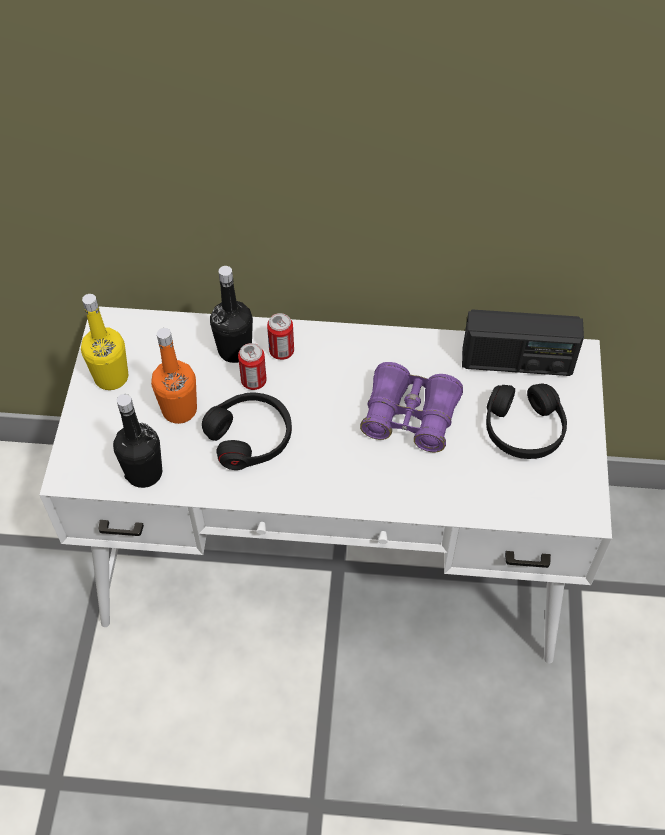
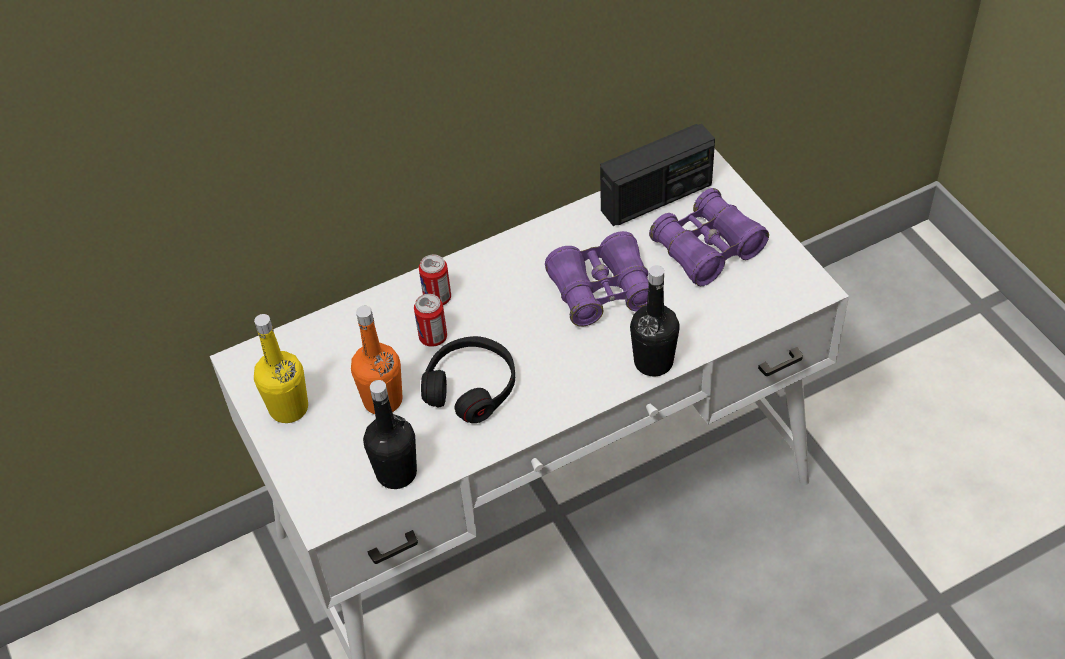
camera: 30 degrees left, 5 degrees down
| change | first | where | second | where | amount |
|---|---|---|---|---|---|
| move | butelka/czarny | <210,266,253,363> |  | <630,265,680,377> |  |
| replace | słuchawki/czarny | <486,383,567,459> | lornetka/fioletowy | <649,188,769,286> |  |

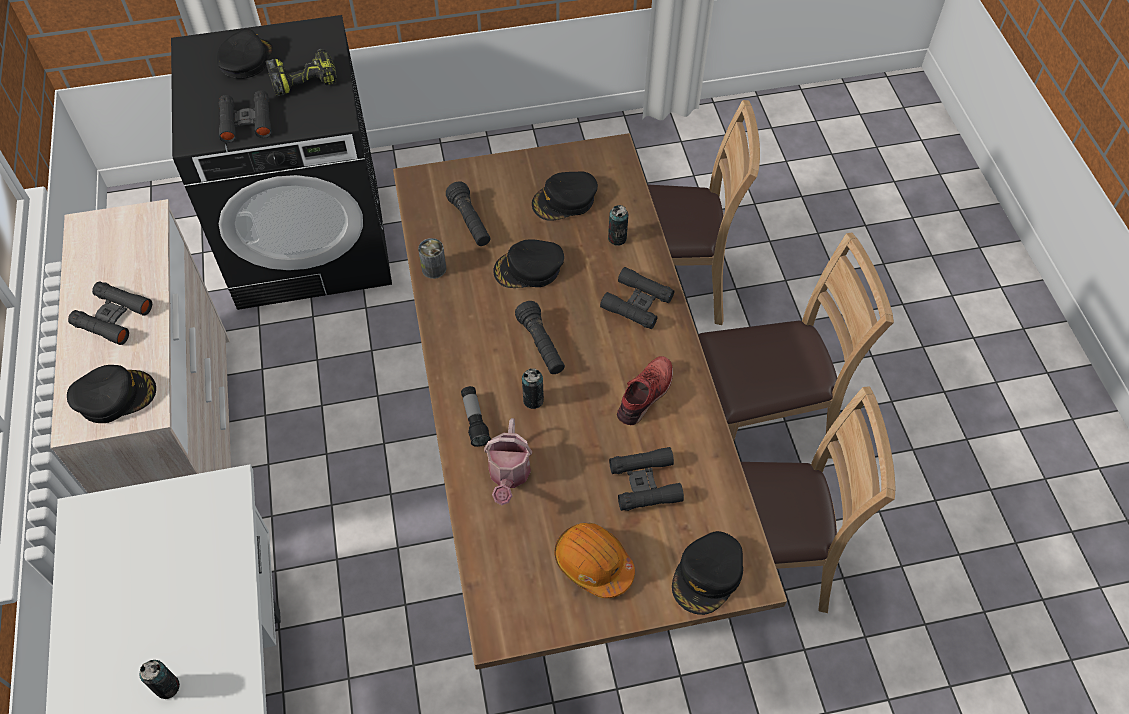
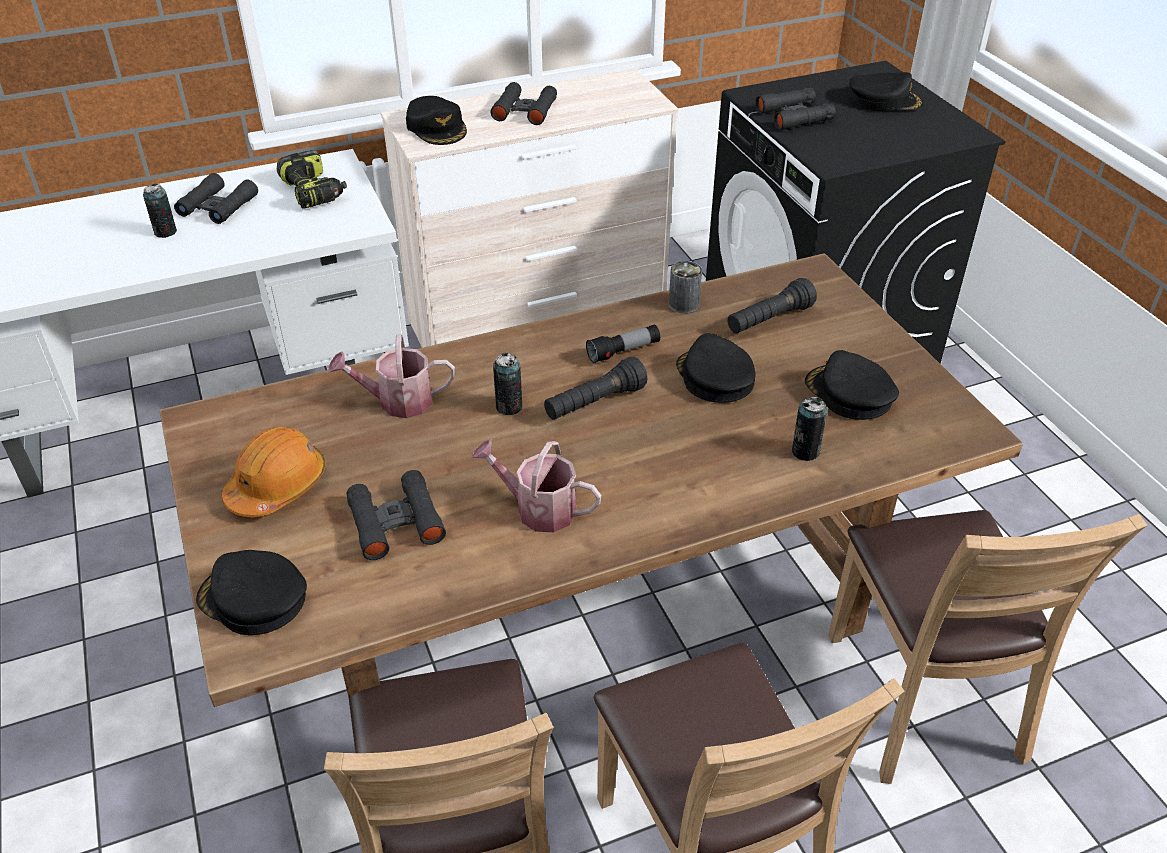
camera: 80 degrees right, 15 degrees down
| change | first | where | second | where | amount |
|---|---|---|---|---|---|
| move | wiertarka | <265,49,337,96> |  | <277,150,347,209> |  |
| move | latarka | <461,386,491,447> |  | <586,324,660,363> |  |
| move | lornetka/czarny | <600,267,675,329> |  | <174,173,258,224> |  |
| replace | but/czerwony | <617,356,673,425> | konewka | <471,439,601,532> |  |

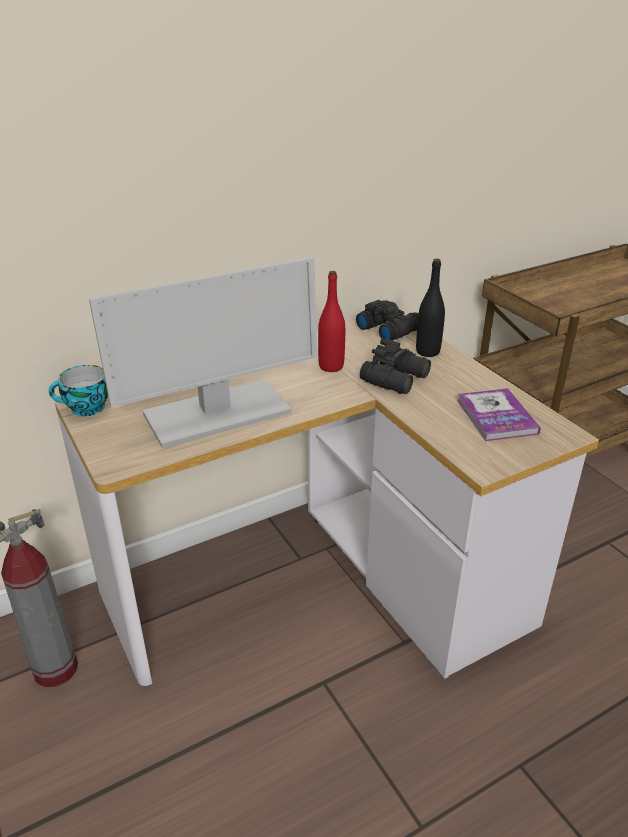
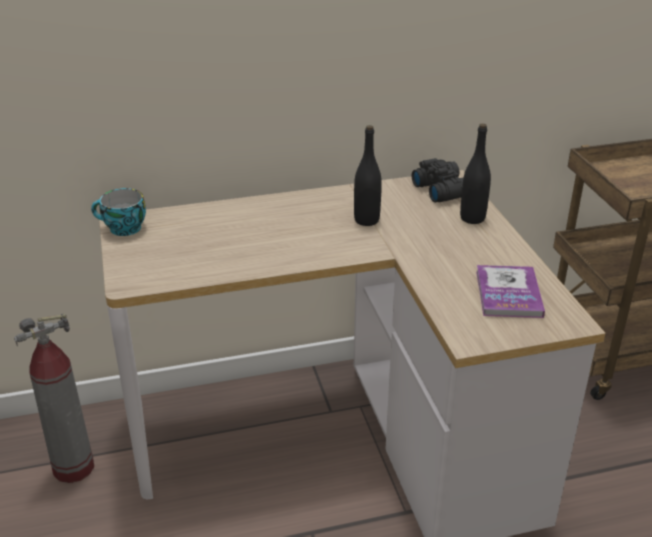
camera: 15 degrees right, 0 degrees up
| change | first | where | second | where | amount |
|---|---|---|---|---|---|
| delete | monitor | <89,257,318,448> |  |  |  |
| recolor | butelka/czerwony | <318,271,345,372> | butelka/czarny | <354,125,382,226> |  |
| delete | lornetka/czarny | <360,338,431,394> |  |  |  |

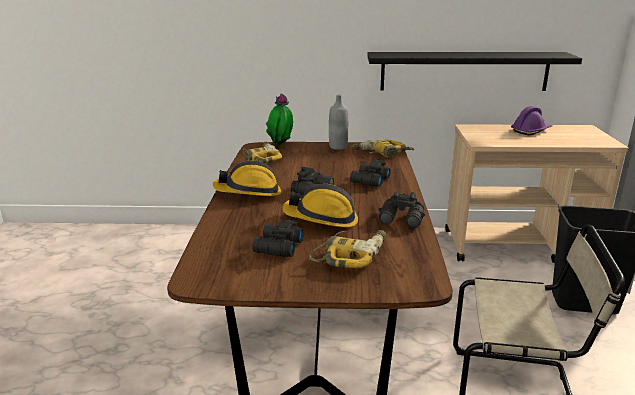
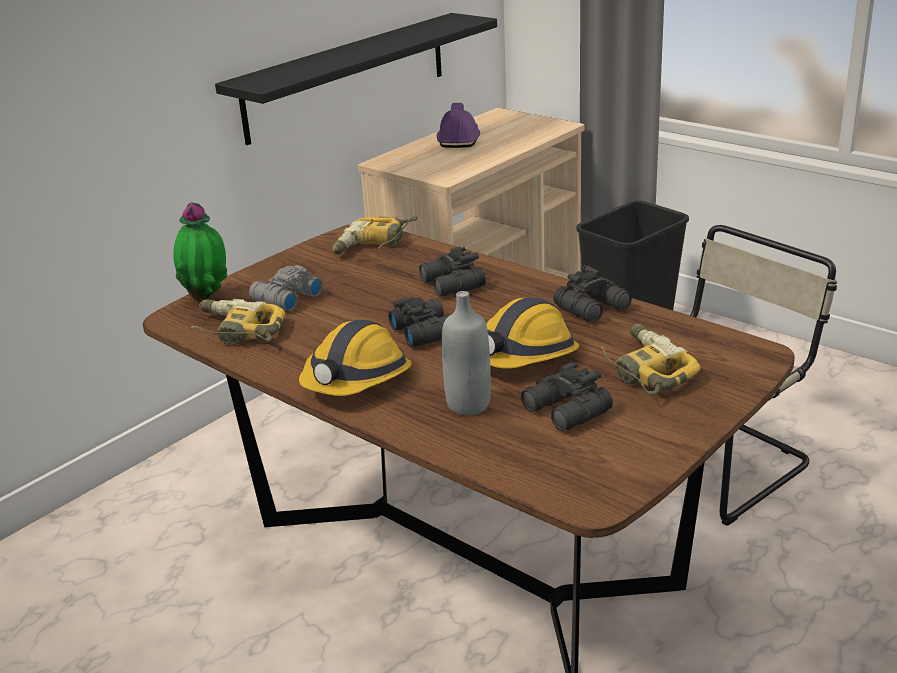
camera: 50 degrees left, 5 degrees up
| change | first | where | second | where | amount |
|---|---|---|---|---|---|
| move | butelka/szary | <329,95,348,150> |  | <442,291,491,415> |  |
| insert |  |  | lornetka/szary | <249,265,323,311> |  |

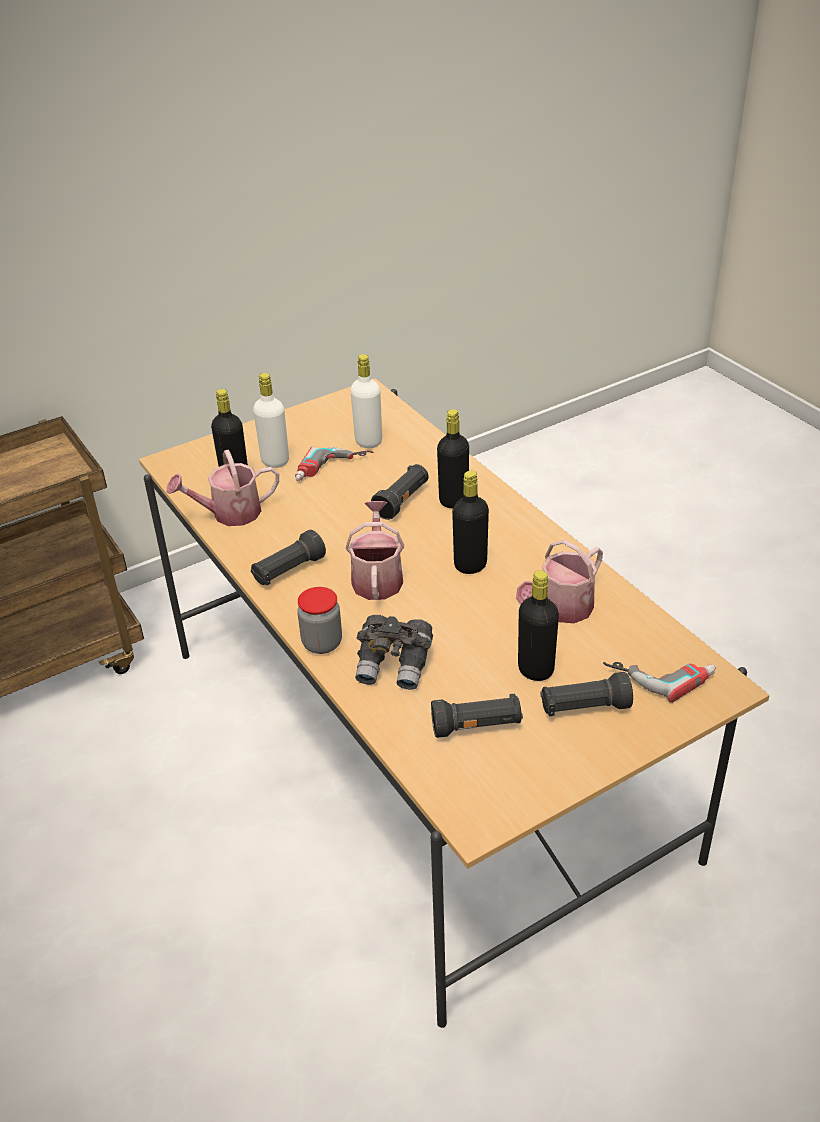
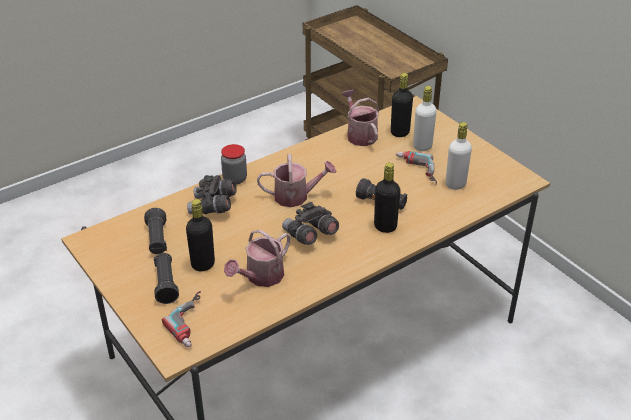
camera: 85 degrees right, 0 degrees up
| change | first | where | second | where | amount |
|---|---|---|---|---|---|
| delete | latarka/czarny | <251,530,326,586> |  |  |  |
| replace | butelka/czarny | <452,471,489,574> | lornetka/szary | <282,202,339,245> |  |
| rotate | konewka | <516,540,603,623> |  | <224,229,291,287> | 90 degrees counterclockwise |

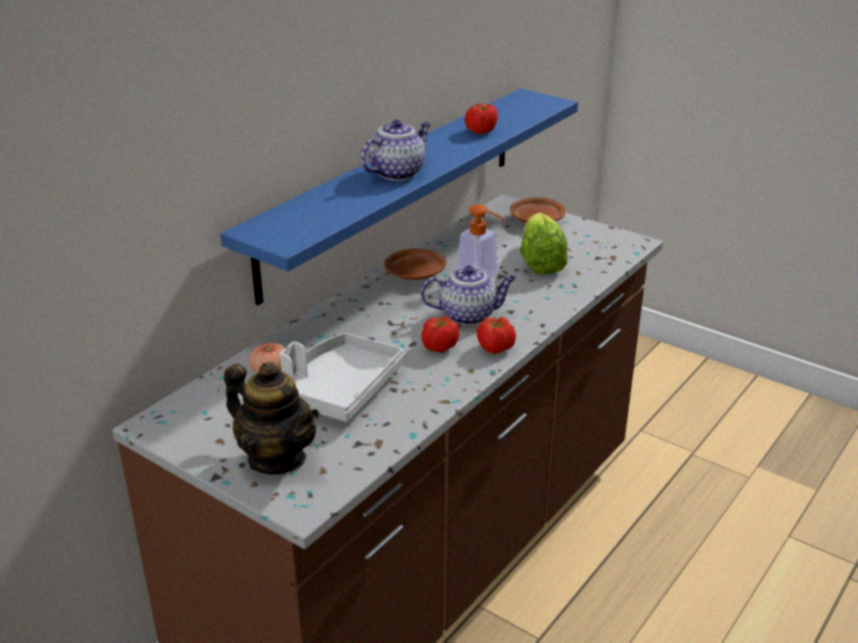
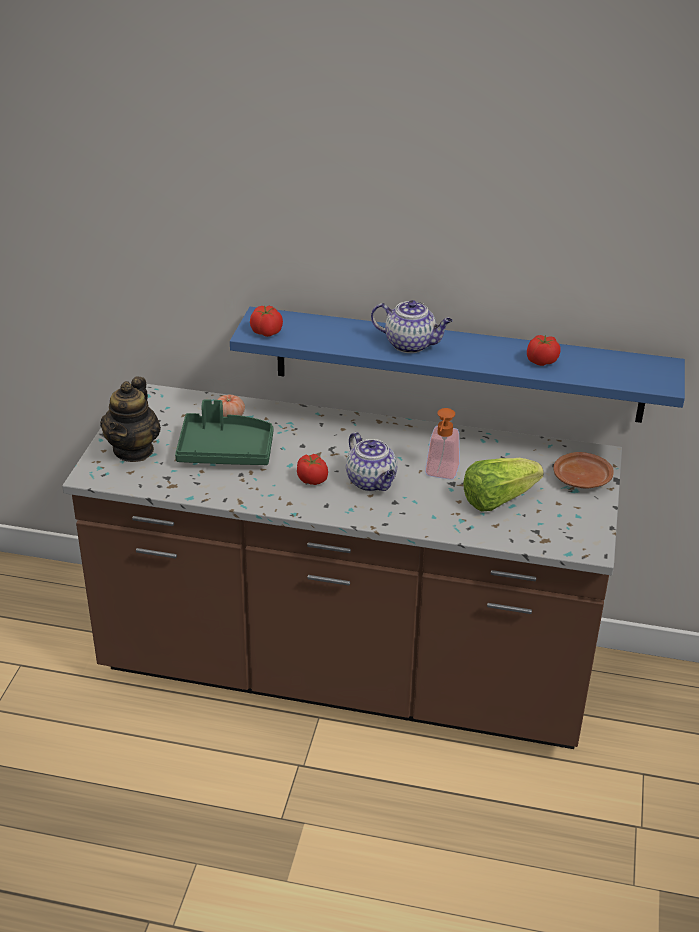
camera: 65 degrees right, 5 degrees up
| change | first | where | second | where | amount |
|---|---|---|---|---|---|
| recolor | taca/szary | <280,333,405,422> | taca/zielony | <175,399,273,465> |  |
| delete | talerz/brązowy | <384,248,447,280> |  |  |  |
| move | pomidor | <477,316,516,354> |  | <250,306,283,337> |  |

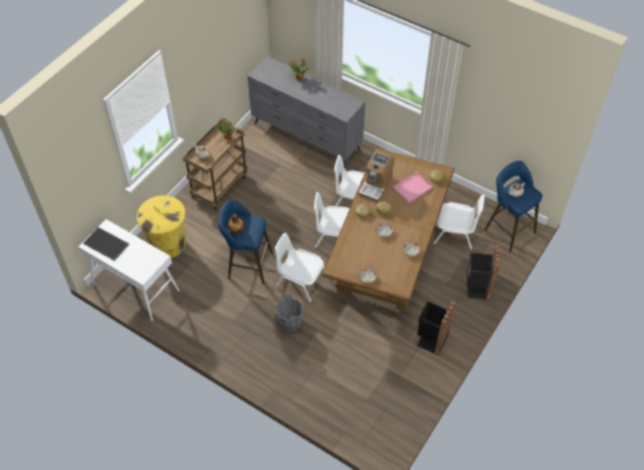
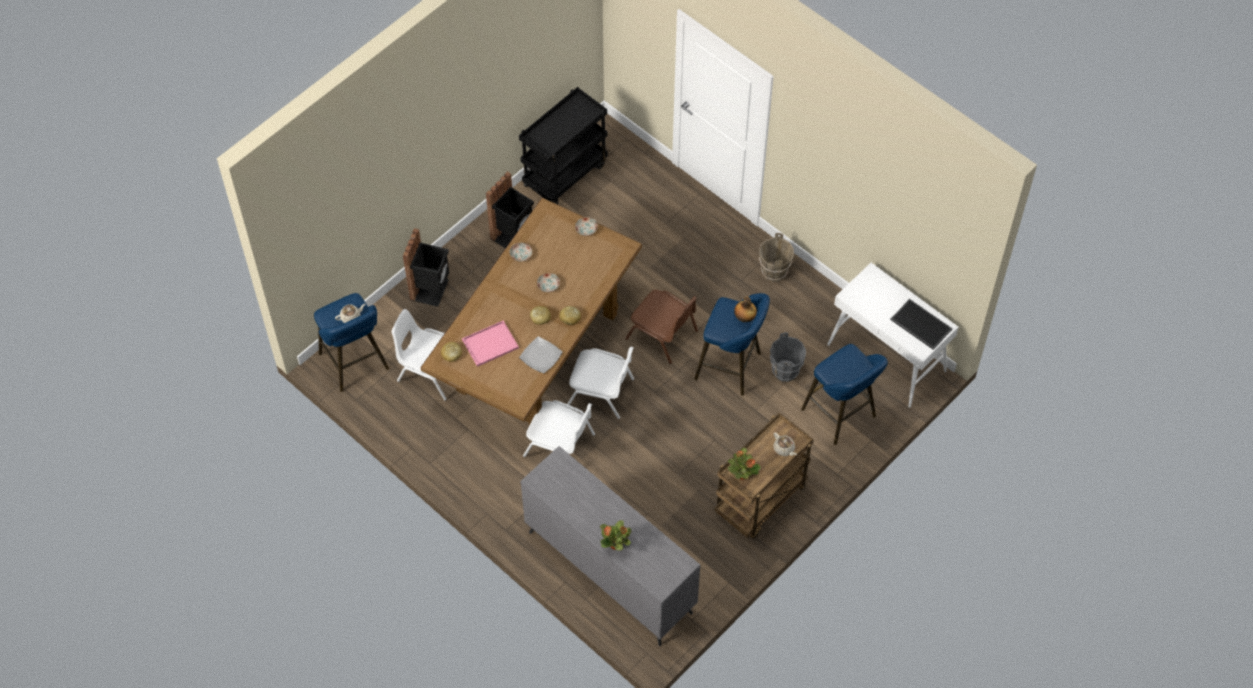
camera: 170 degrees left, 5 degrees up
| change | first | where | second | where | amount |
|---|---|---|---|---|---|
| replace | kosz na śmieci/żółty | <137,195,186,258> | stołek/niebieski | <801,344,888,445> |  |
| recolor | krzesło/biały | <275,233,325,302> | krzesło/brązowy | <625,290,698,364> |  |
| move | wiadro/szary | <276,294,303,332> |  | <770,332,806,382> |  |
| replace | ekspres do kawy | <358,151,394,202> | talerz | <519,336,563,373> |  |
| insert |  |  | wózek/czarny | <519,87,608,205> |  |
| insert |  |  | wiadro/brązowy | <759,233,794,282> |  |

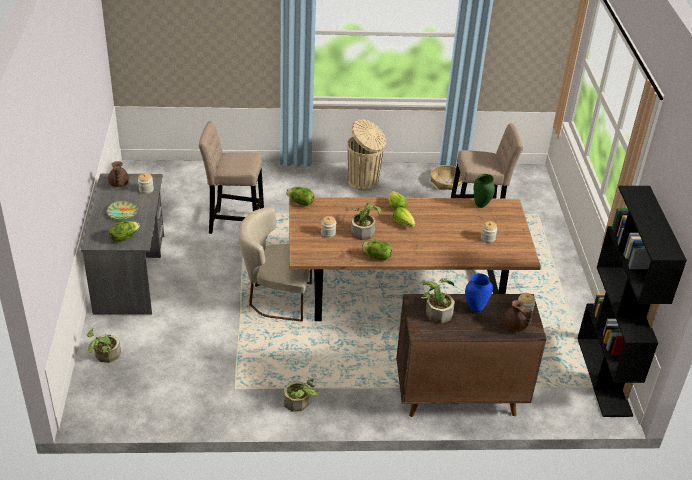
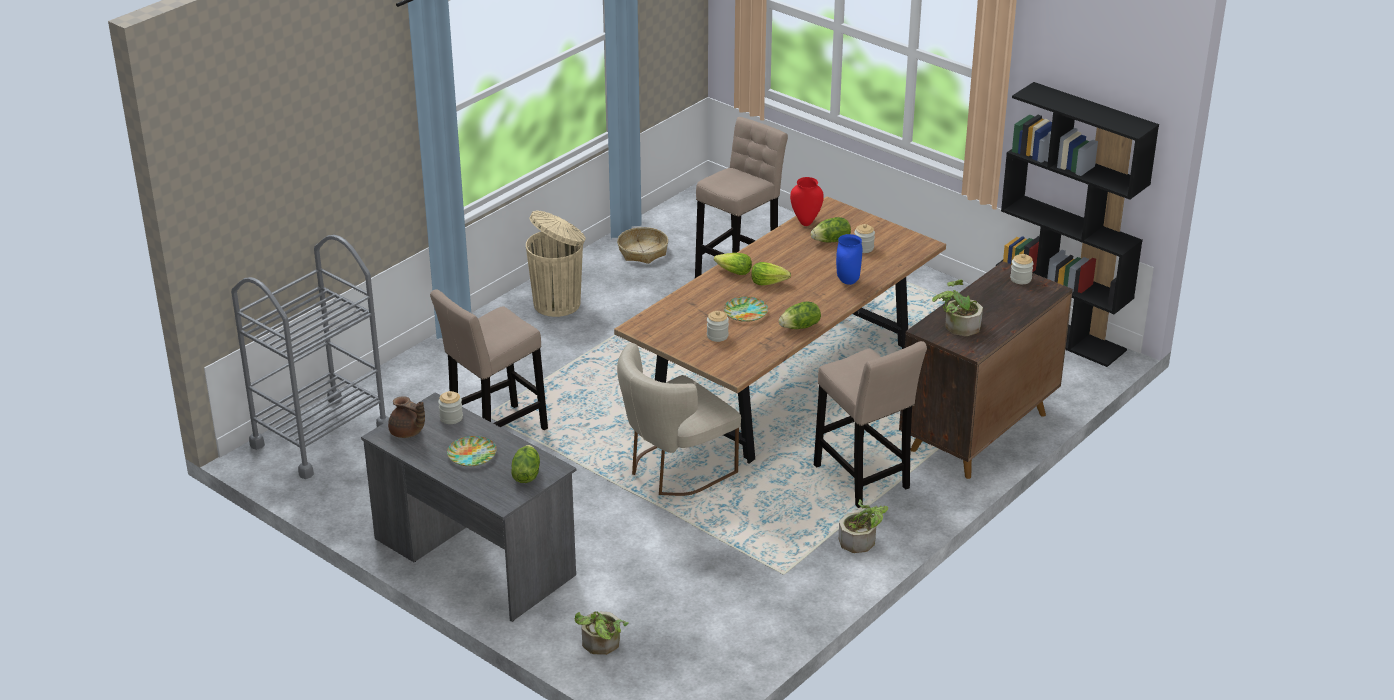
camera: 45 degrees left, 5 degrees down
| change | first | where | second | where | amount |
|---|---|---|---|---|---|
| move | sałata | <286,187,314,206> |  | <811,217,851,243> |  |
| replace | roślina doniczkowa | <351,202,381,240> | talerz | <724,297,768,322> |  |
| move | wazon/niebieski | <465,273,493,313> |  | <836,234,862,285> |  |
| recolor | wazon/zielony | <474,174,495,208> | wazon/czerwony | <790,177,824,226> |  |
| delete | imbryk/brązowy | <503,300,533,331> |  |  |  |
| insert |  |  | wózek/szary | <231,235,389,479> |  |
| insert |  |  | stołek/beżowy | <814,341,927,508> |  |

